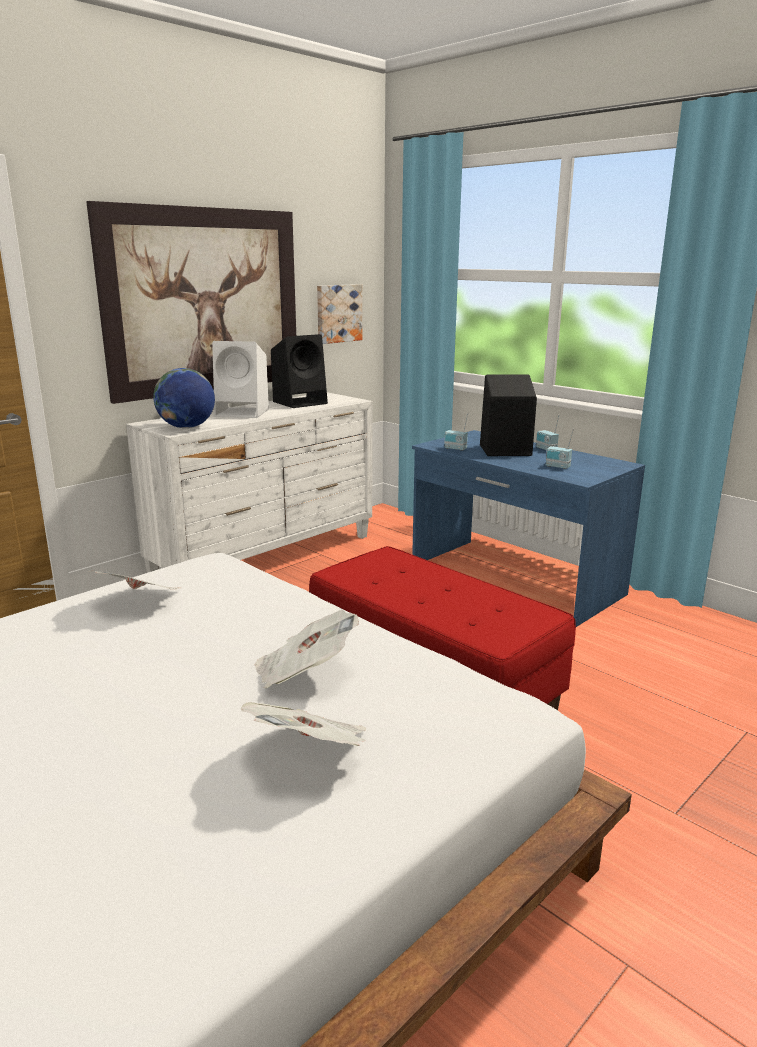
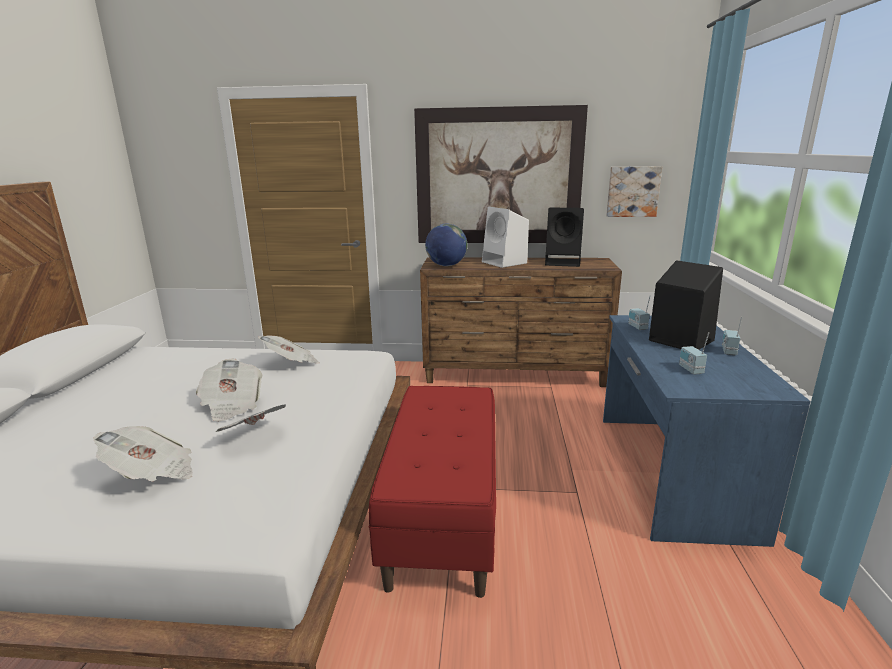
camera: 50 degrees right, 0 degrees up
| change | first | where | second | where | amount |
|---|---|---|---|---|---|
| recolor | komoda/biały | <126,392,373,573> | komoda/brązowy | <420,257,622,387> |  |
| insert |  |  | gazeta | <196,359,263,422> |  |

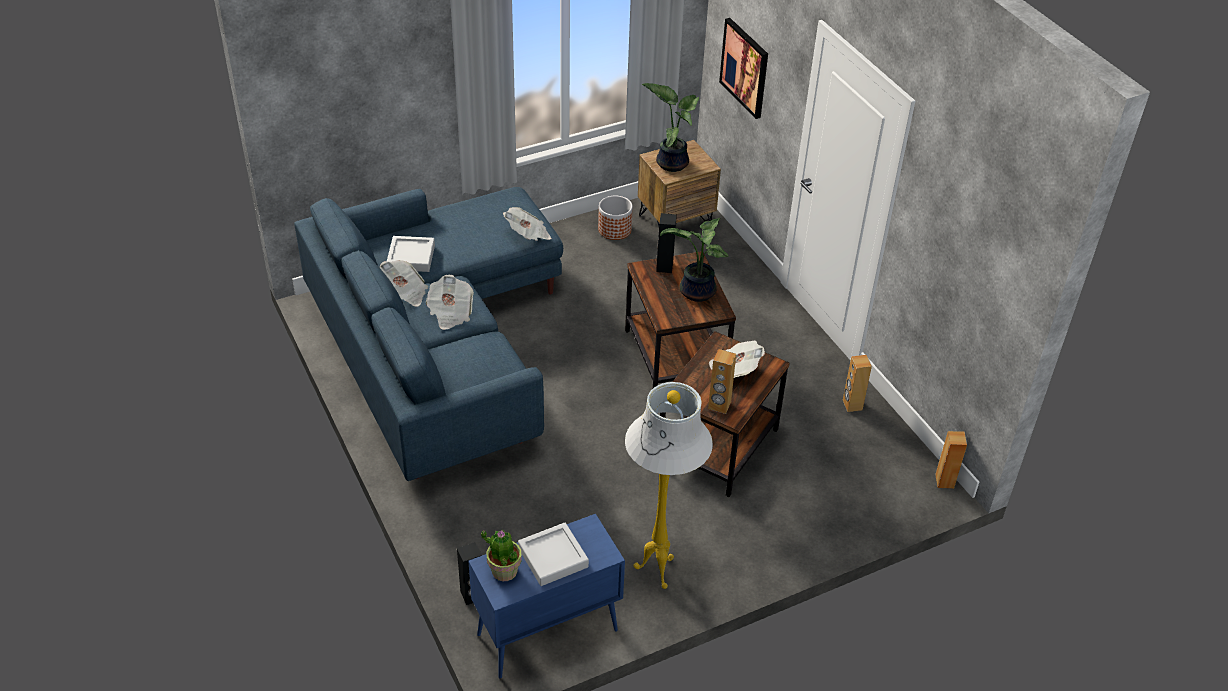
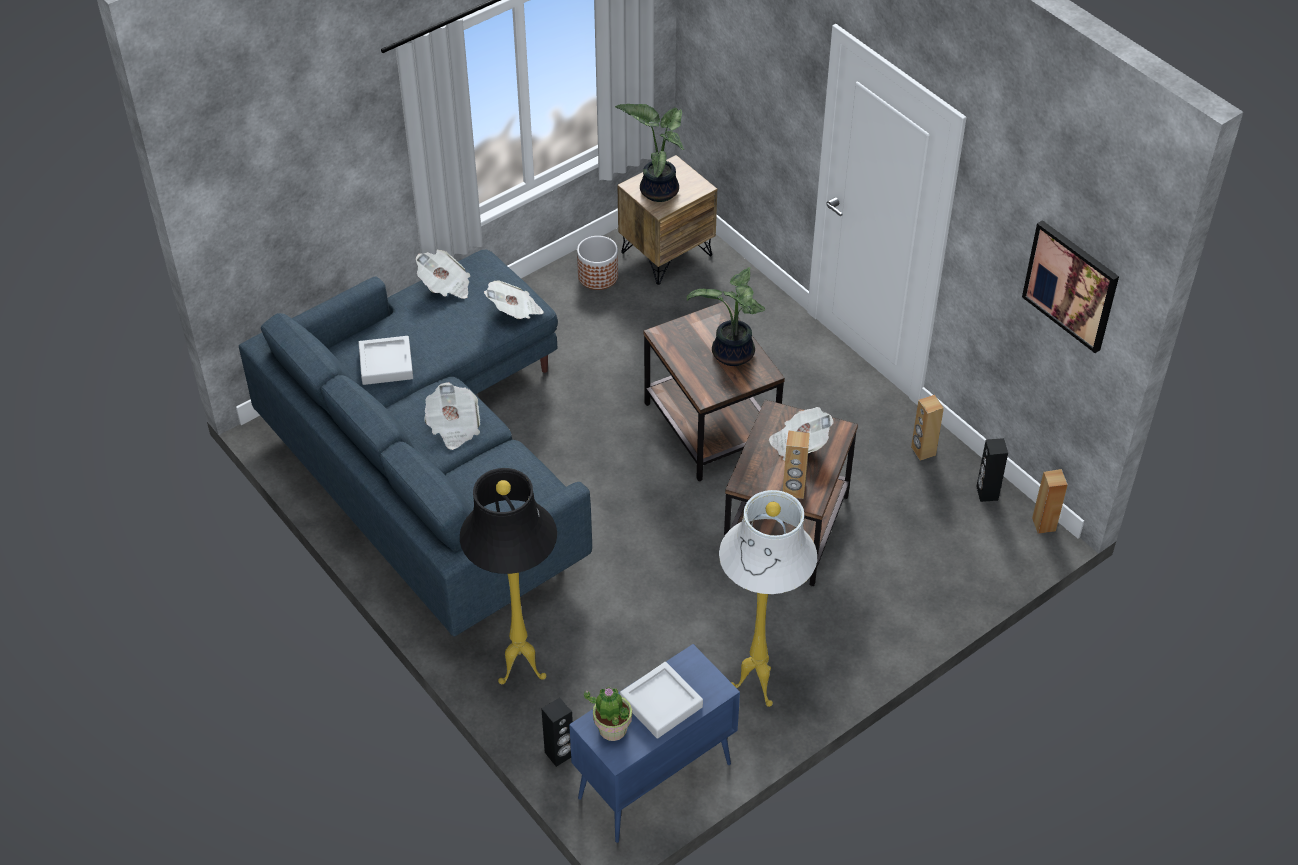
camera: 10 degrees left, 5 degrees up
| change | first | where | second | where | amount |
|---|---|---|---|---|---|
| move | gazeta | <380,260,428,307> |  | <416,250,470,299> |  |
| move | głośnik/czarny | <656,213,677,273> |  | <976,438,1008,502> |  |
| move | obraz | <719,18,768,119> |  | <1022,220,1119,353> |  |
| insert |  |  | lampa stojąca/czarny | <460,468,557,684> |  |

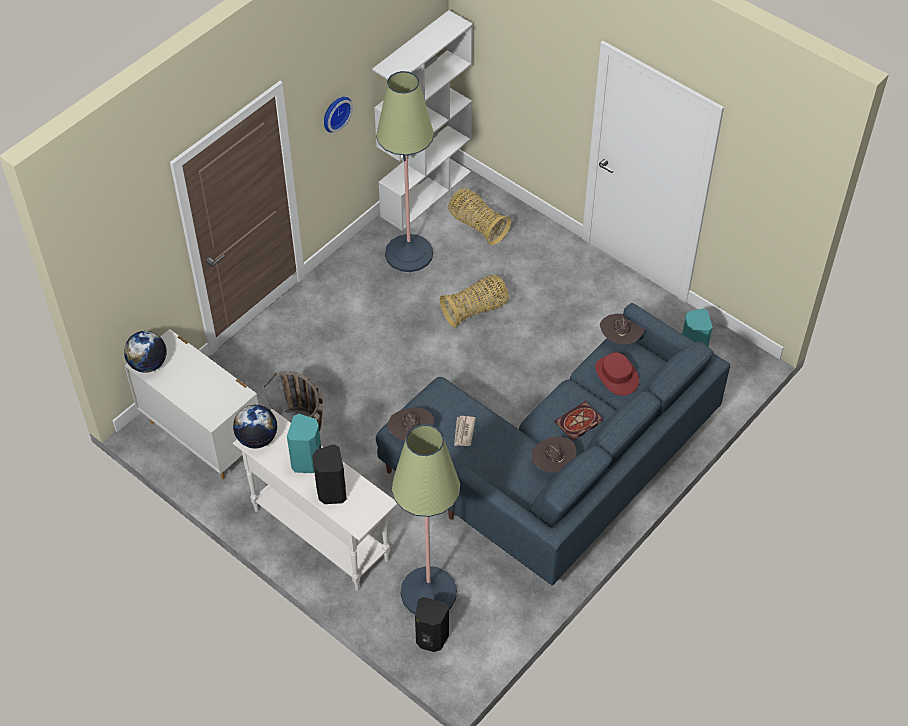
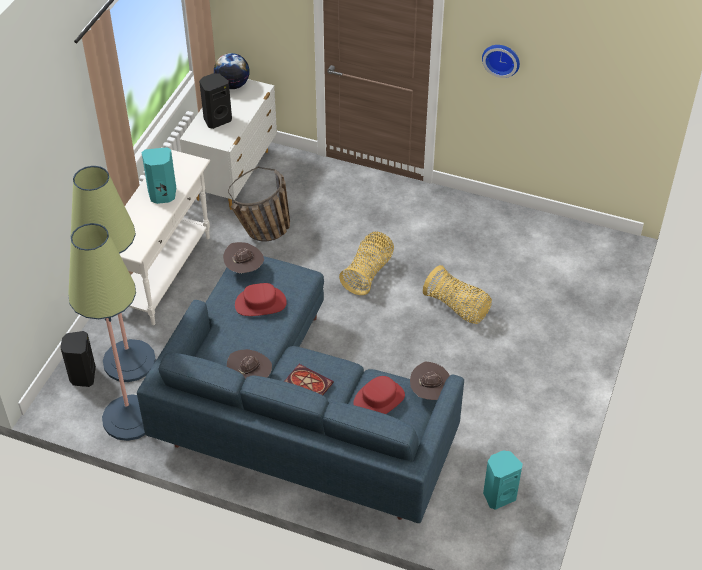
camera: 70 degrees right, 5 degrees down
| change | first | where | second | where | amount |
|---|---|---|---|---|---|
| delete | globus | <233,405,277,449> |  |  |  |
| move | głośnik/czarny | <312,444,347,504> |  | <199,73,232,129> |  |
| delete | regał/biały | <372,10,473,231> |  |  |  |
| move | lampa stojąca | <376,71,434,272> |  | <68,223,145,441> |  |
| move | koszyk | <448,188,511,245> |  | <339,232,394,295> |  |
| replace | gazeta | <454,416,476,446> | kapelusz/czerwony | <235,283,287,316> |  |

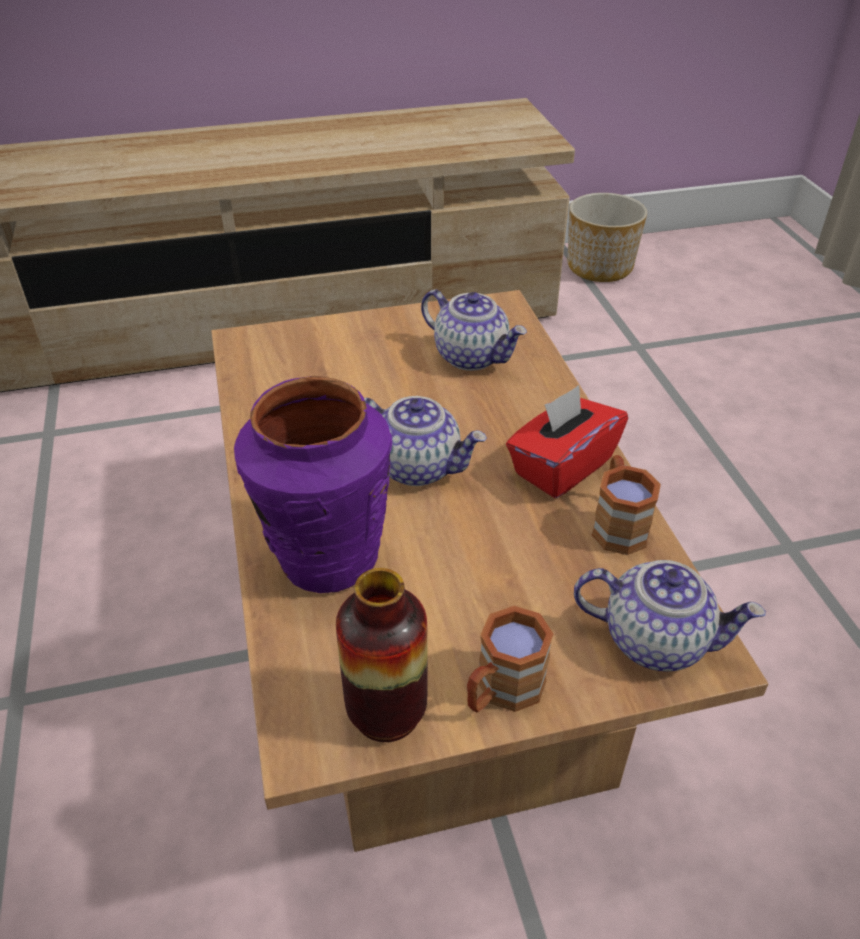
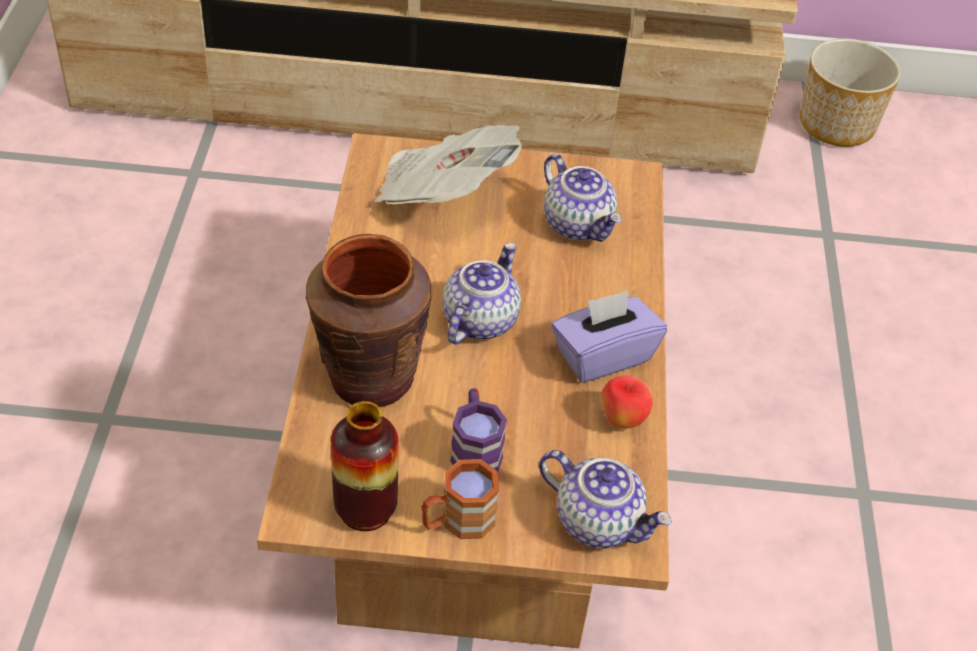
camera: 15 degrees right, 5 degrees up
| change | first | where | second | where | amount |
|---|---|---|---|---|---|
| recolor | wazon/fioletowy | <234,376,392,593> | wazon/brązowy | <306,234,432,407> |  |
| rotate | imbryk | <364,396,487,486> |  | <443,243,521,345> | 105 degrees counterclockwise |
| recolor | pudełko chusteczek/czerwony | <506,385,628,498> | pudełko chusteczek/fioletowy | <552,291,667,383> |  |
| replace | kubek/brązowy | <592,455,661,555> | jabłko | <601,375,653,428> |  |
| insert |  |  | gazeta | <375,125,522,204> |  |
| insert |  |  | kubek/fioletowy | <450,388,507,472> |  |

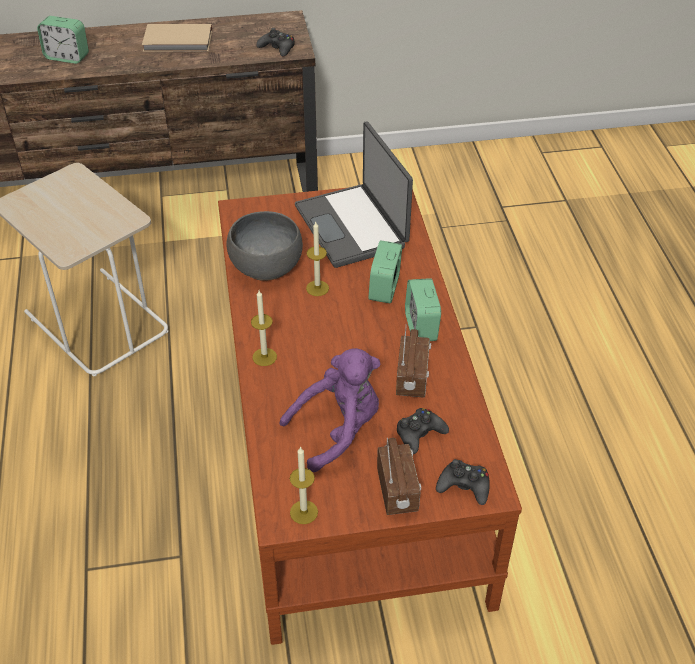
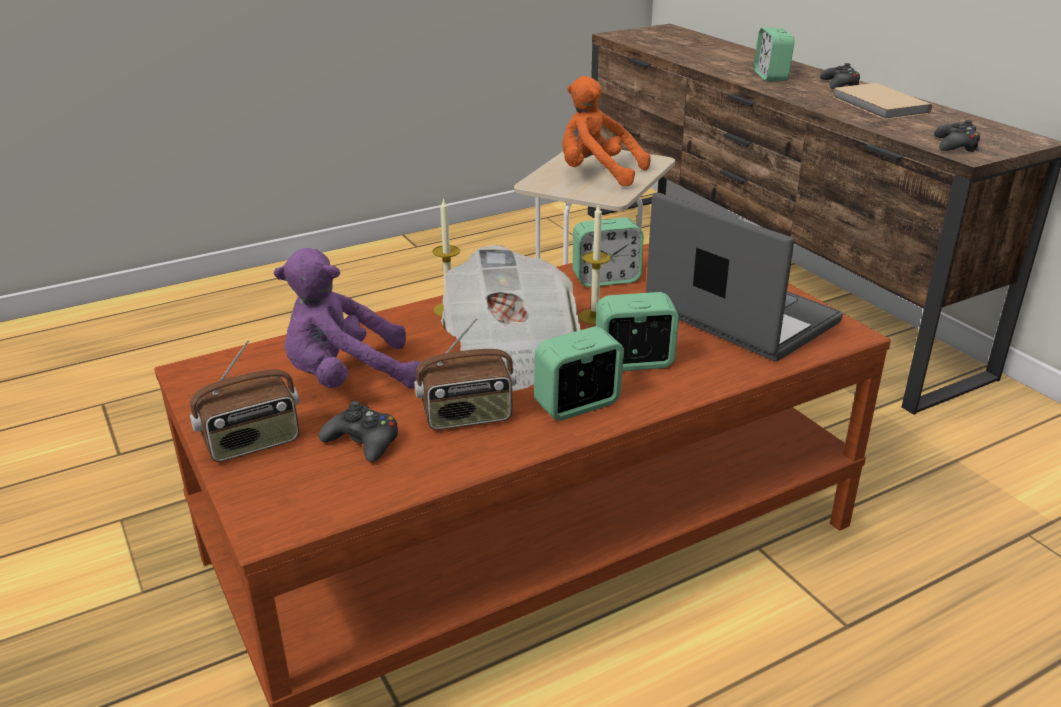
camera: 70 degrees right, 15 degrees down
| change | first | where | second | where | amount |
|---|---|---|---|---|---|
| replace | miska/szary | <227,211,303,281> | budzik | <573,218,644,287> |  |
| rotate | pluszak/fioletowy | <280,348,380,472> |  | <274,248,421,389> | 120 degrees clockwise |
| delete | świeca | <290,446,318,524> |  |  |  |
| rotate | laptop | <295,121,413,268> |  | <646,192,843,361> | 90 degrees clockwise |
| move | pad do gier/czarny | <436,459,490,505> |  | <820,63,860,89> |  |
| insert |  |  | gazeta | <441,245,581,391> |  |
| insert |  |  | pluszak/pomarańczowy | <562,76,651,186> |  |

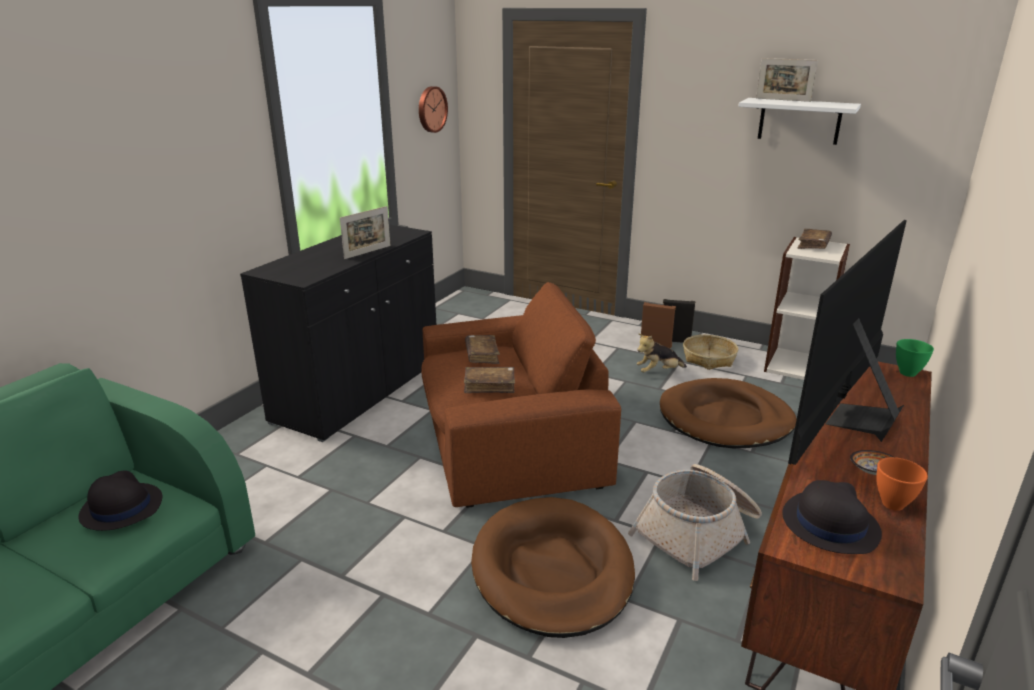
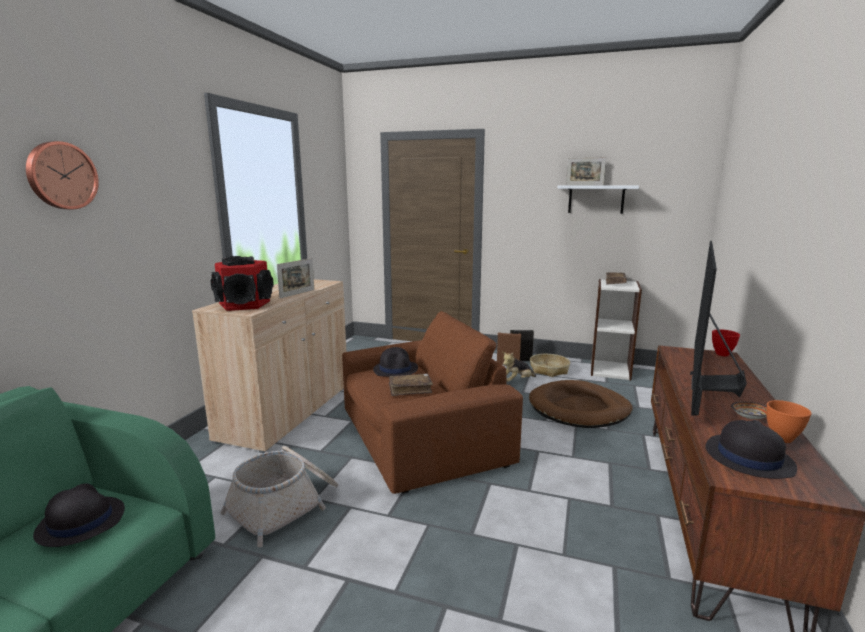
camera: 10 degrees left, 10 degrees down
| change | first | where | second | where | amount |
|---|---|---|---|---|---|
| recolor | szafka/czarny | <240,225,436,442> | szafka/beżowy | <192,279,346,453> |  |
| move | zegar ścienny | <419,86,448,133> |  | <26,141,99,209> |  |
| replace | książka/brązowy | <465,335,500,364> | kapelusz/czarny | <373,347,418,377> |  |
| delete | legowisko/brązowy | <471,497,635,638> |  |  |  |
| move | koszyk | <628,464,762,581> |  | <221,446,338,547> |  |
| recolor | miska/zielony | <896,339,934,377> | miska/czerwony | <712,329,740,356> |  |
| insert |  |  | głośnik | <211,256,274,311> |  |

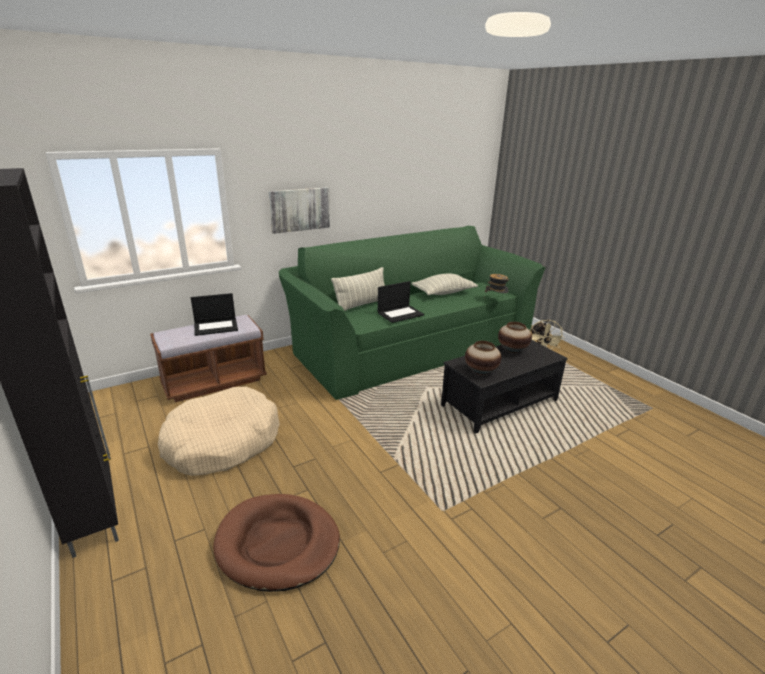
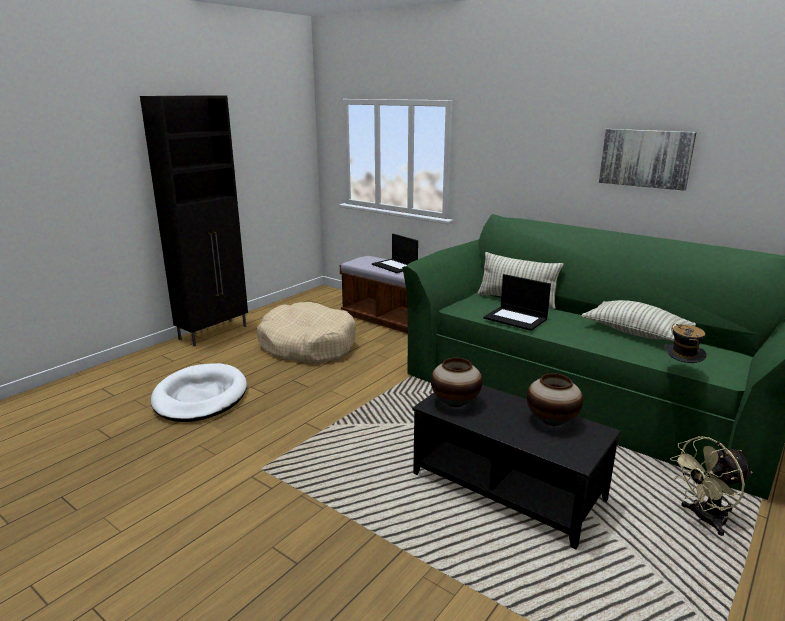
camera: 70 degrees right, 5 degrees down
| change | first | where | second | where | amount |
|---|---|---|---|---|---|
| recolor | legowisko/brązowy | <213,494,340,592> | legowisko/biały | <151,363,247,422> |  |
| move | obraz | <269,187,330,234> |  | <599,129,696,191> |  |

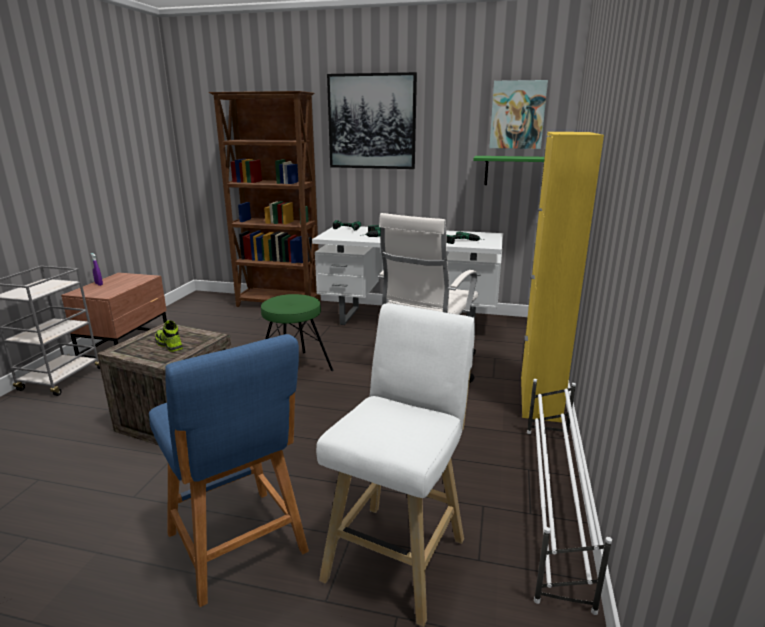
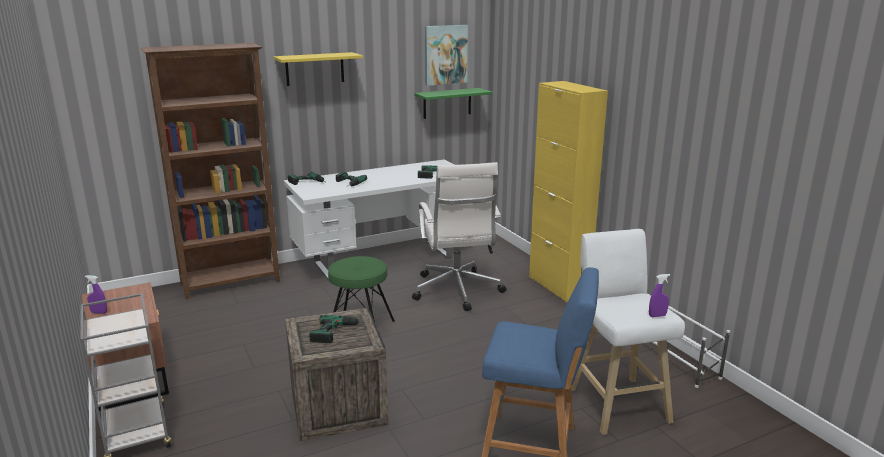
camera: 40 degrees left, 0 degrees up
| change | first | where | second | where | amount |
|---|---|---|---|---|---|
| replace | but | <155,320,183,352> | wiertarka | <309,315,369,343> |  |
| replace | obraz | <327,72,417,169> | półka/żółty | <274,52,363,86> |  |
| insert |  |  | spryskiwacz/fioletowy | <649,274,670,317> |  |

